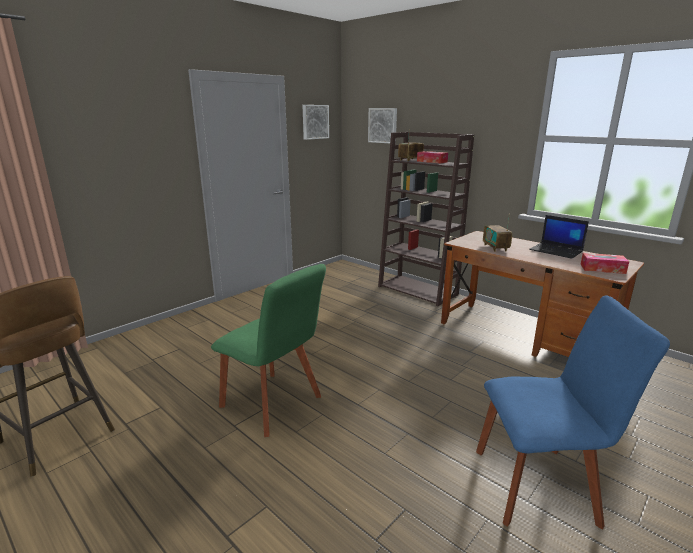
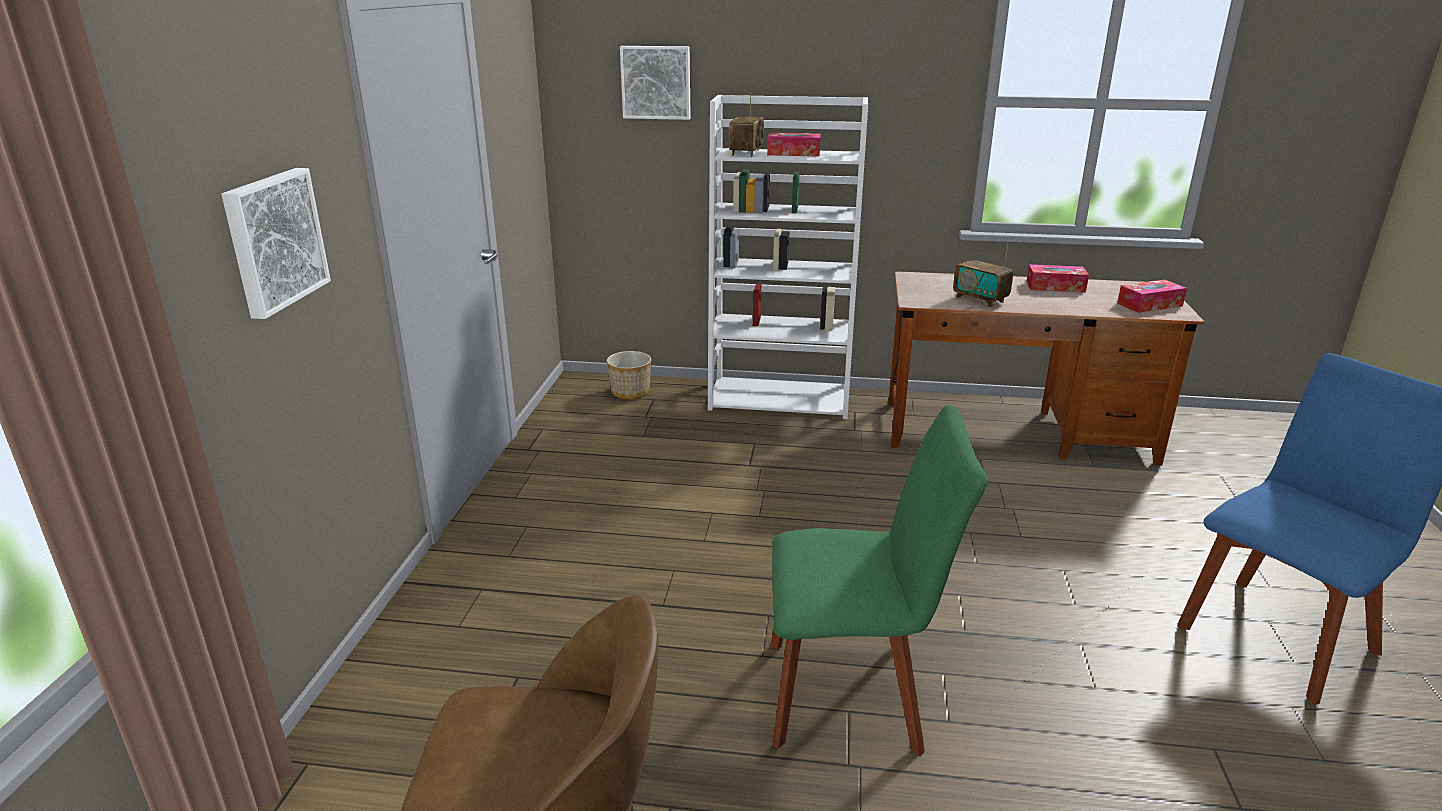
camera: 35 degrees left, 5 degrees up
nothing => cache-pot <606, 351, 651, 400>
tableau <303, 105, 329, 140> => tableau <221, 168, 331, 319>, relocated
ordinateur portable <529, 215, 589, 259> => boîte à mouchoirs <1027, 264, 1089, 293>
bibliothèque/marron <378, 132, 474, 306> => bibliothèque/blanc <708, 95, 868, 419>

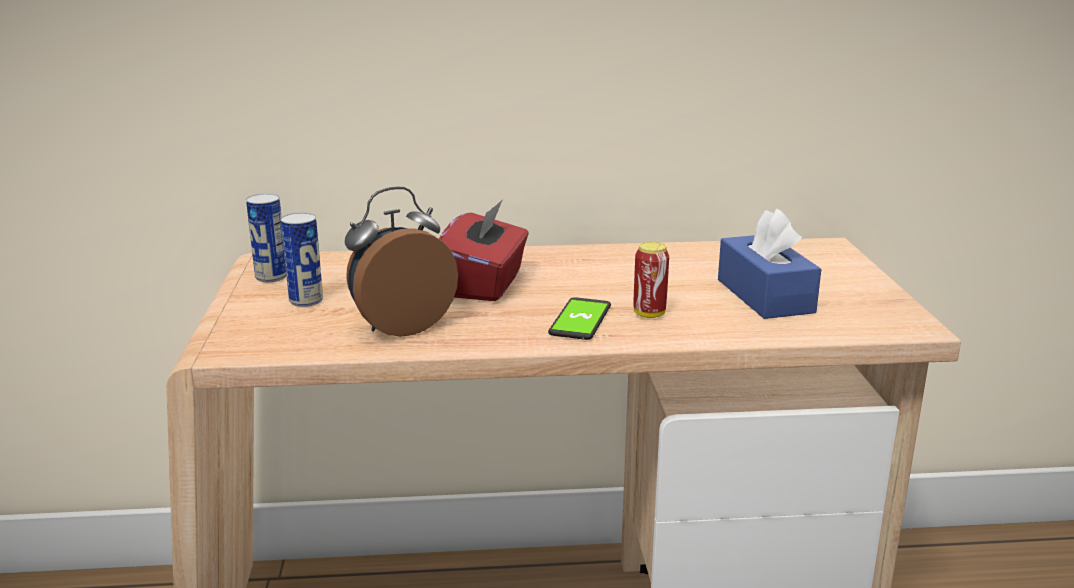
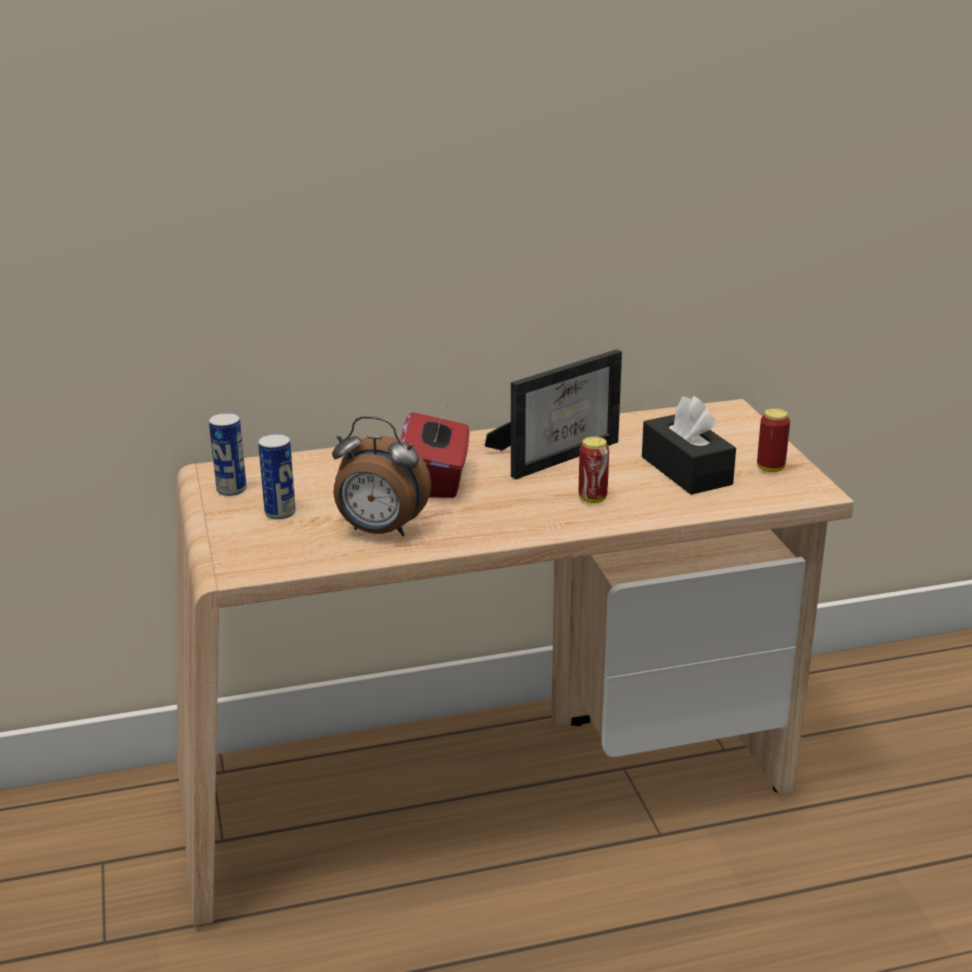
camera: 10 degrees left, 5 degrees up
téléphone <548, 297, 611, 340> => nothing
nothing => cadre photo <485, 349, 622, 479>
nothing => boîte métallique <757, 408, 790, 472>
boîte à mouchoirs/bleu <718, 209, 821, 319> => boîte à mouchoirs/noir <642, 396, 736, 495>
réveil <345, 187, 458, 337> => réveil <332, 416, 431, 536>, 120 degrees counterclockwise

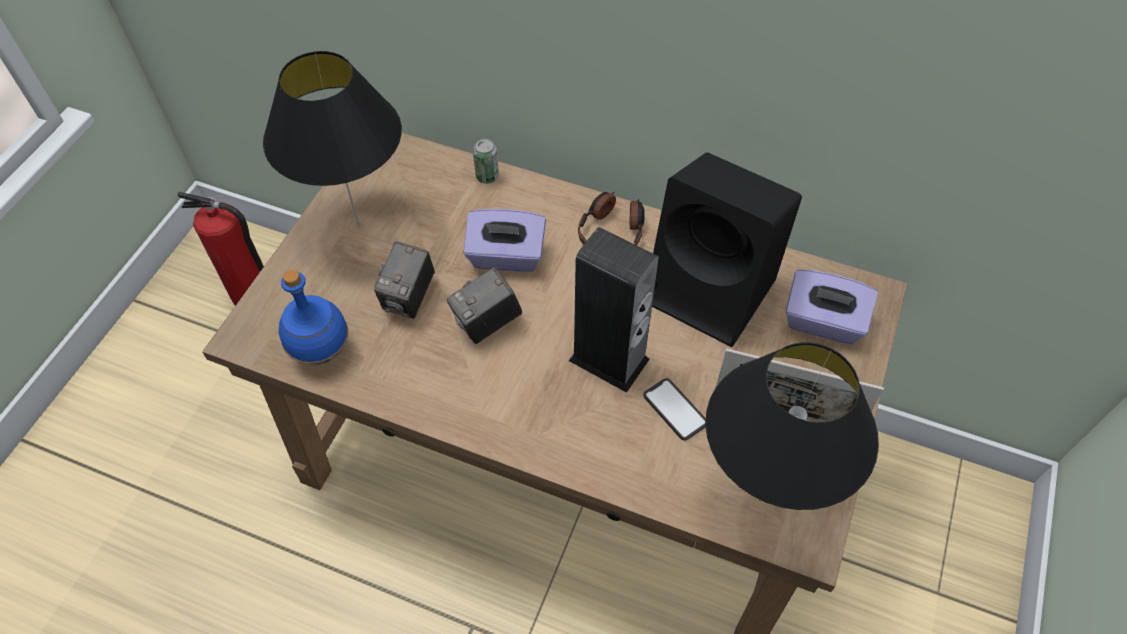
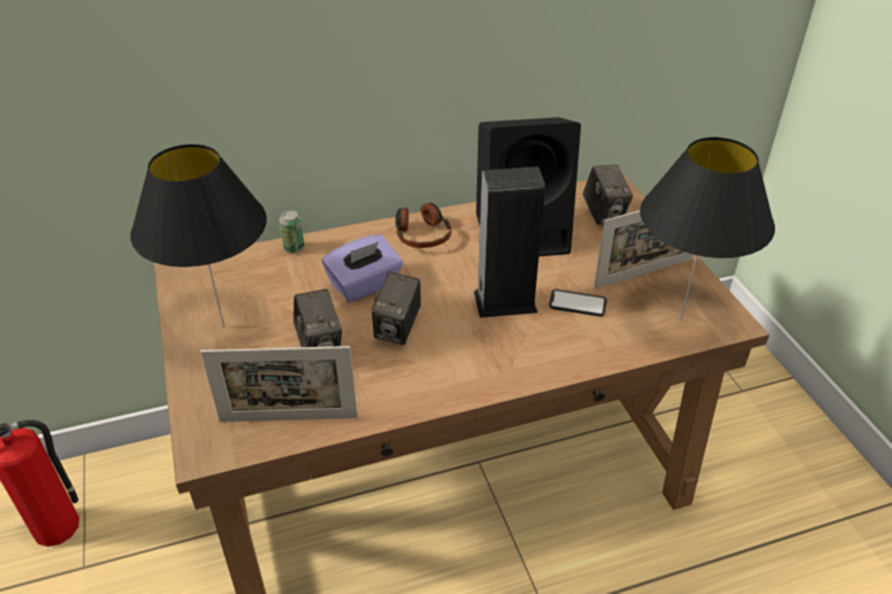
camera: 40 degrees left, 15 degrees down
bouteille/bleu <279, 270, 348, 365> => cadre photo <200, 346, 358, 422>
boîte à mouchoirs/violet <786, 269, 878, 344> => appareil photo <583, 165, 633, 225>

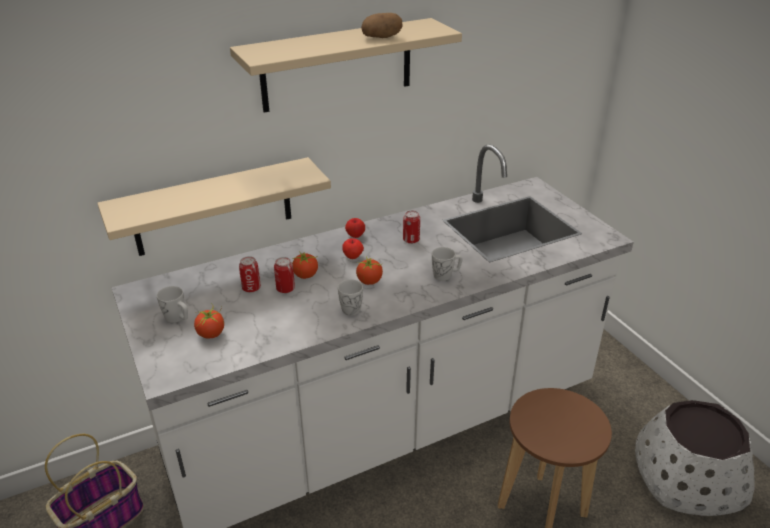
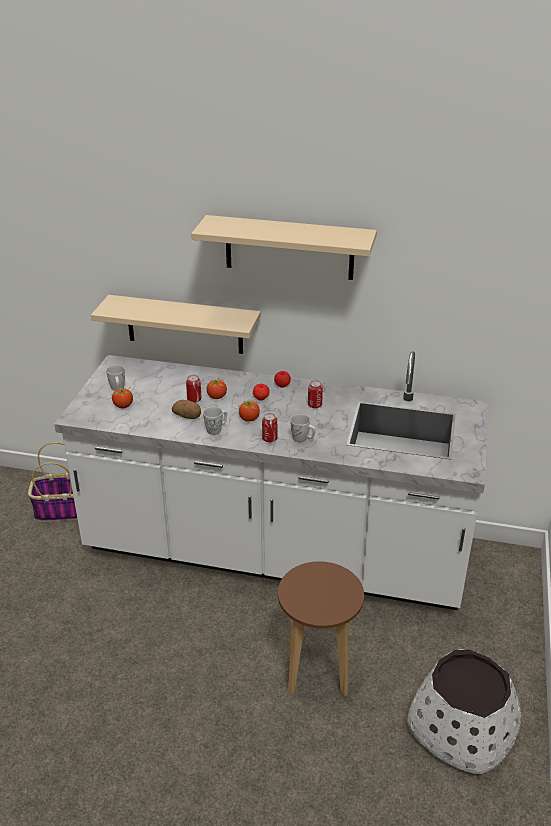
camera: 40 degrees right, 0 degrees up
boîte métallique <239, 256, 261, 293> => boîte métallique <262, 413, 277, 442>, relocated
pomme de terre <361, 13, 402, 38> => pomme de terre <172, 400, 201, 419>, relocated

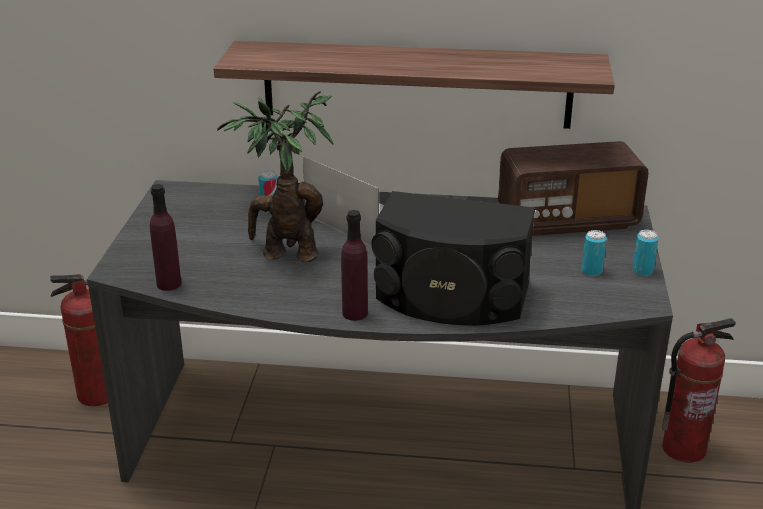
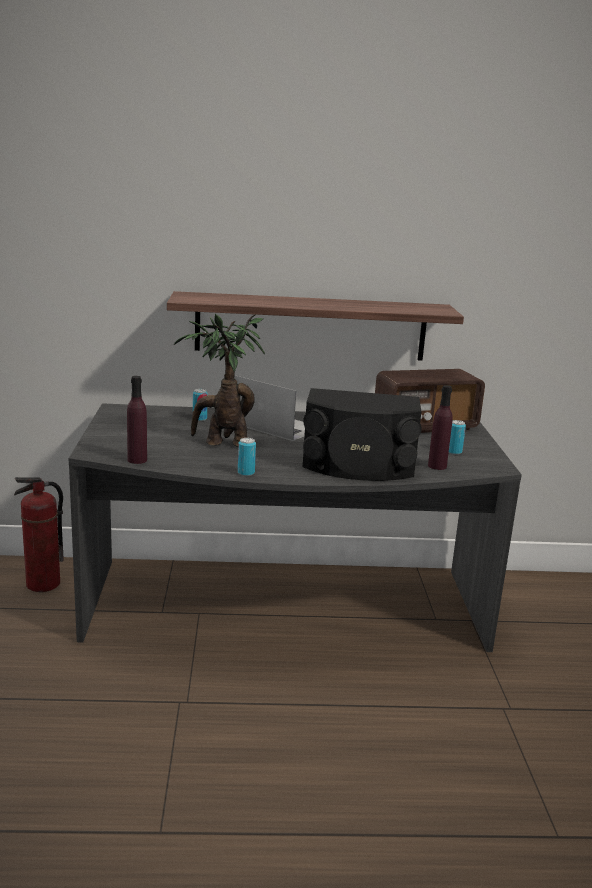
camera: 10 degrees left, 10 degrees down
extincteur <662, 318, 736, 463> => nothing
bouteille/violet <341, 210, 368, 321> => bouteille/violet <428, 385, 453, 470>, relocated
boîte métallique <632, 230, 658, 276> => boîte métallique <238, 438, 256, 476>, relocated

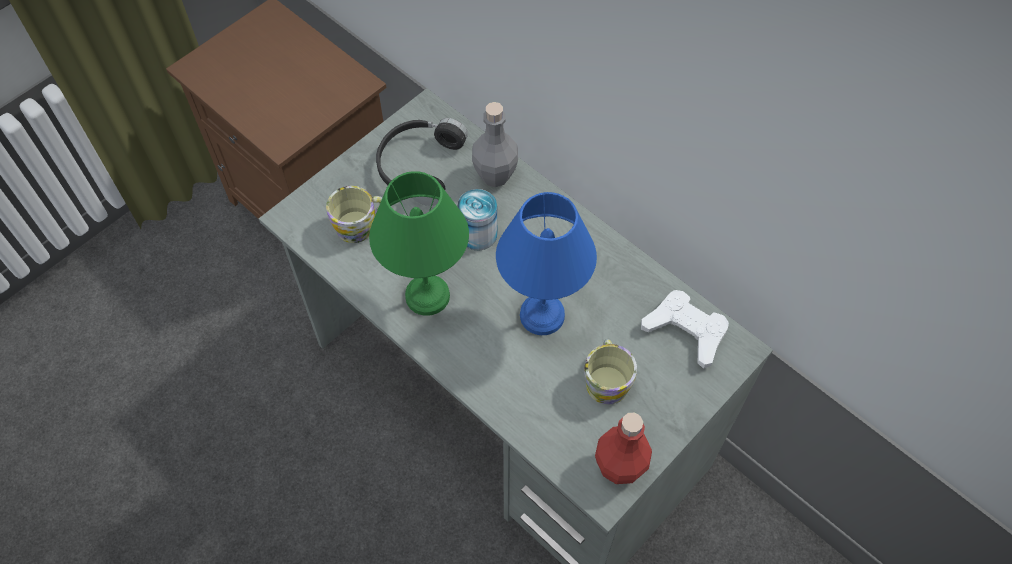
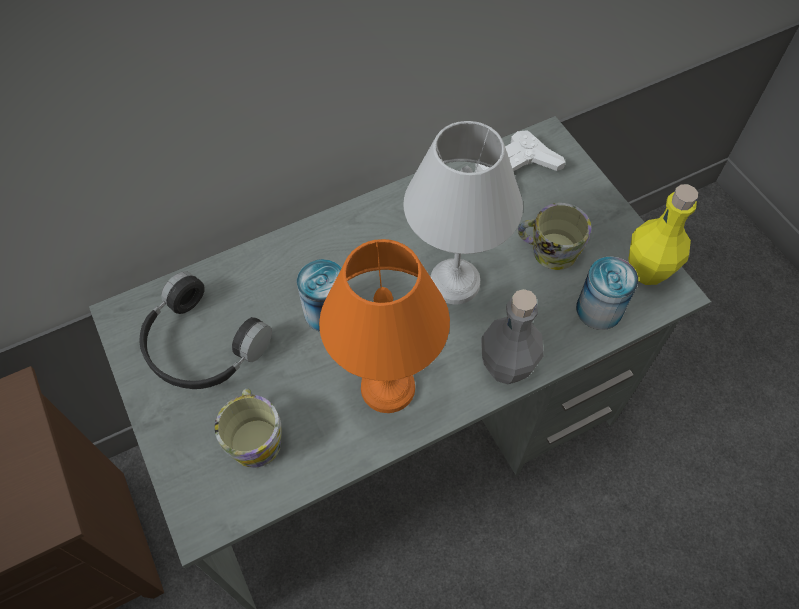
camera: 70 degrees left, 0 degrees up
nothing => boîte métallique <576, 257, 638, 330>
bouteille/gris <472, 102, 518, 187> => bouteille/gris <481, 289, 544, 384>, relocated
lampe de table/vert <369, 171, 469, 316> => lampe de table/orange <319, 239, 450, 413>
lampe de table/bleu <496, 192, 597, 335> => lampe de table/blanc <403, 121, 523, 304>
bouteille/rouge <595, 413, 652, 484> => bouteille/jaune <628, 184, 698, 285>

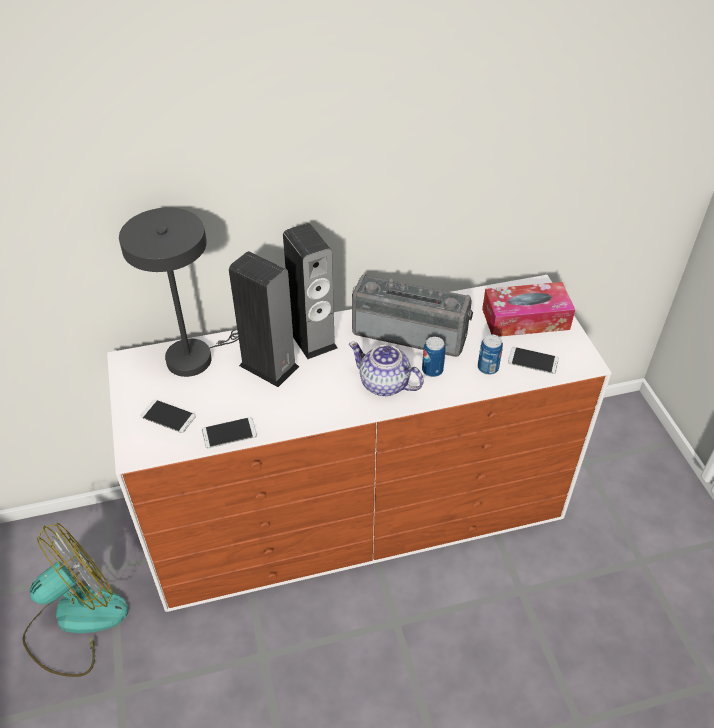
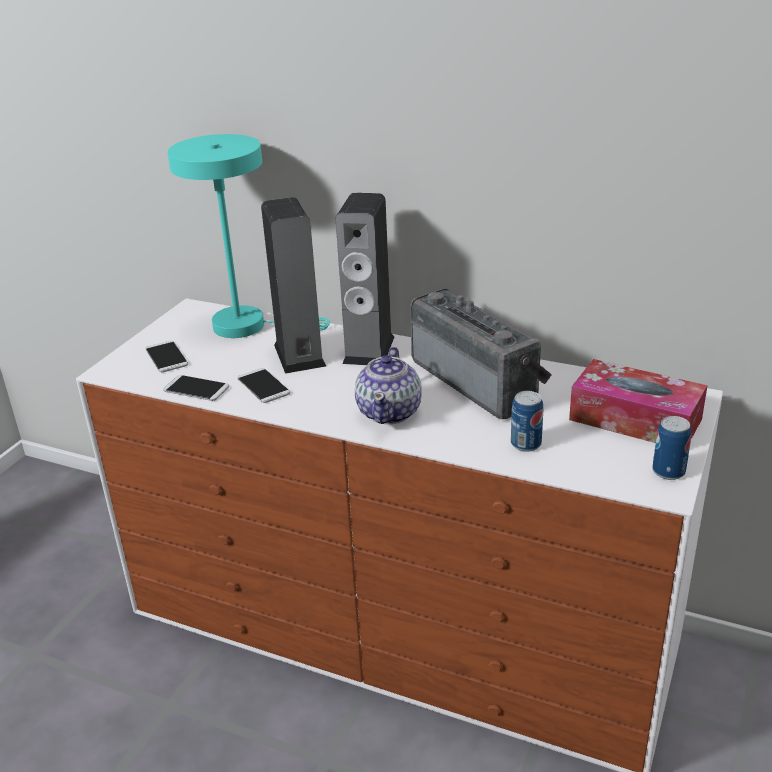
camera: 40 degrees right, 15 degrees down
ventilateur <22, 523, 129, 677> => nothing
boîte métallique <422, 337, 446, 377> => boîte métallique <652, 416, 692, 480>, relocated
téléphone <508, 347, 559, 374> => téléphone <237, 368, 290, 403>, relocated
lampe de table/gris <119, 208, 239, 377> => lampe de table/turquoise <167, 134, 330, 338>
théière <349, 342, 424, 396> => théière <355, 347, 421, 424>, 150 degrees counterclockwise

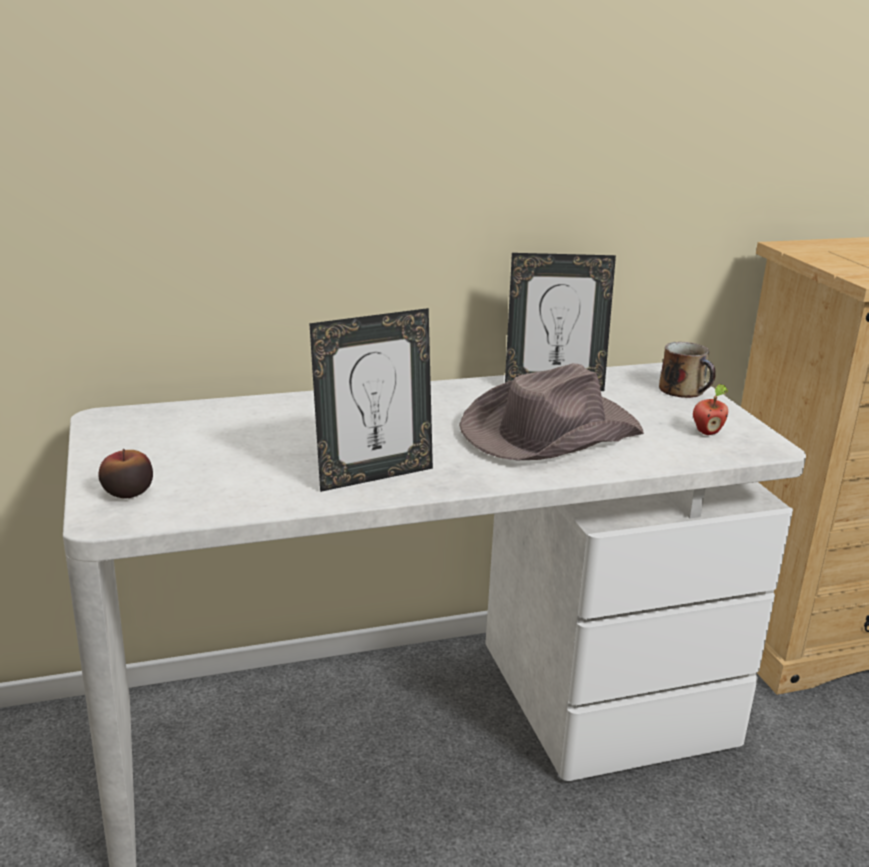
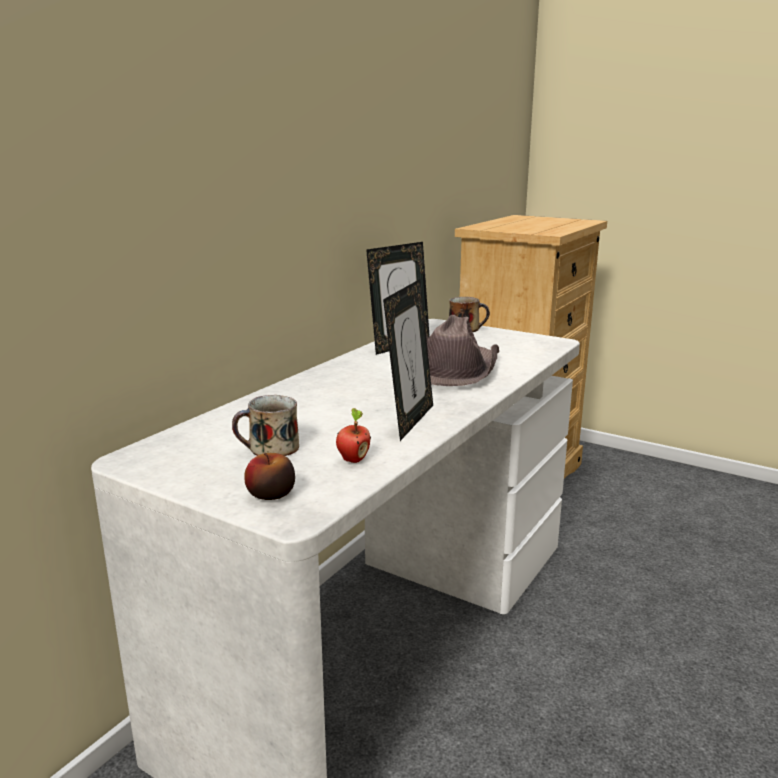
camera: 40 degrees left, 5 degrees down
nothing => mug <232, 395, 299, 456>
pomme <693, 384, 728, 435> => pomme <336, 408, 371, 463>, relocated

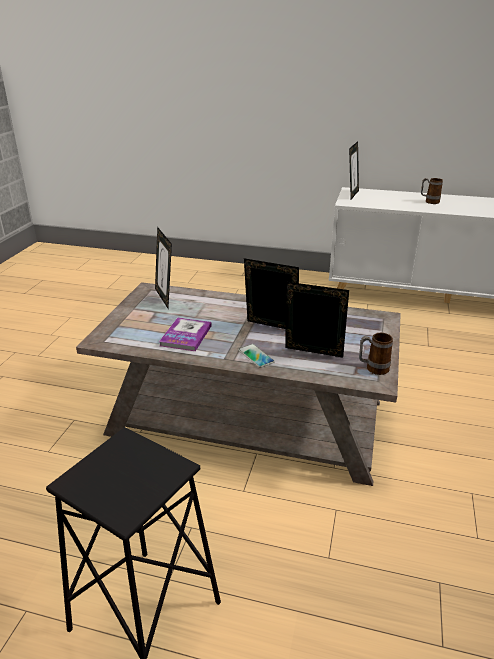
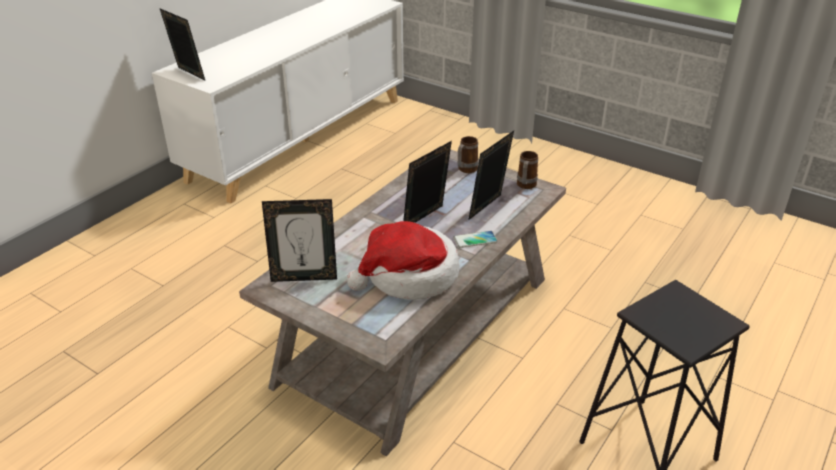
camera: 70 degrees left, 5 degrees up
mug <421, 178, 443, 204> => mug <458, 136, 478, 173>, relocated
livre <159, 317, 212, 351> => chapeau <347, 221, 460, 300>

